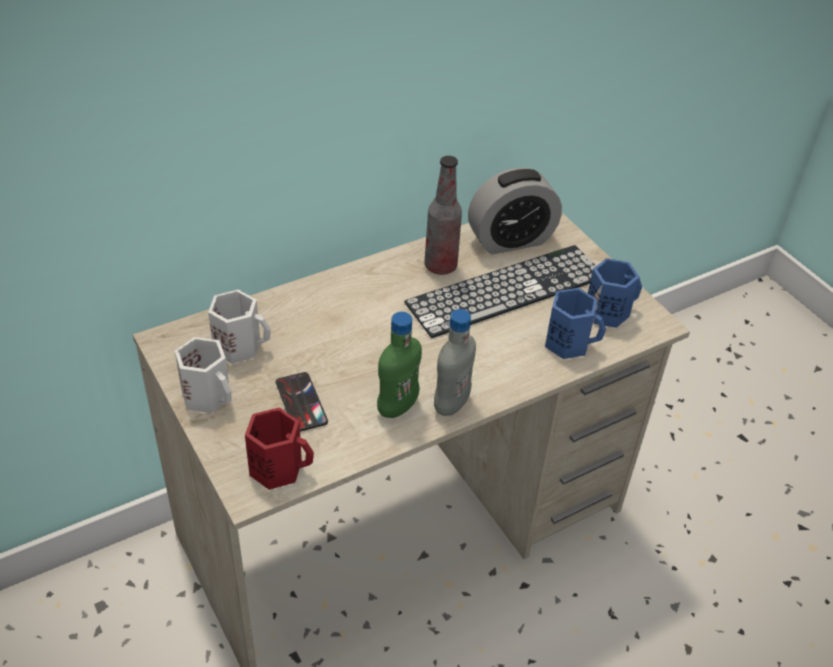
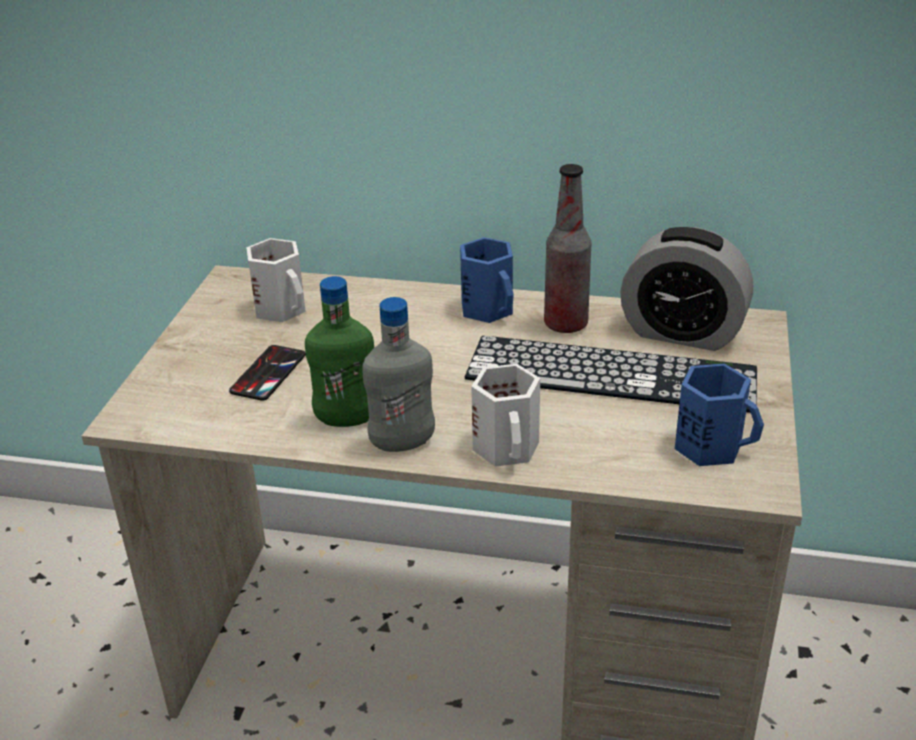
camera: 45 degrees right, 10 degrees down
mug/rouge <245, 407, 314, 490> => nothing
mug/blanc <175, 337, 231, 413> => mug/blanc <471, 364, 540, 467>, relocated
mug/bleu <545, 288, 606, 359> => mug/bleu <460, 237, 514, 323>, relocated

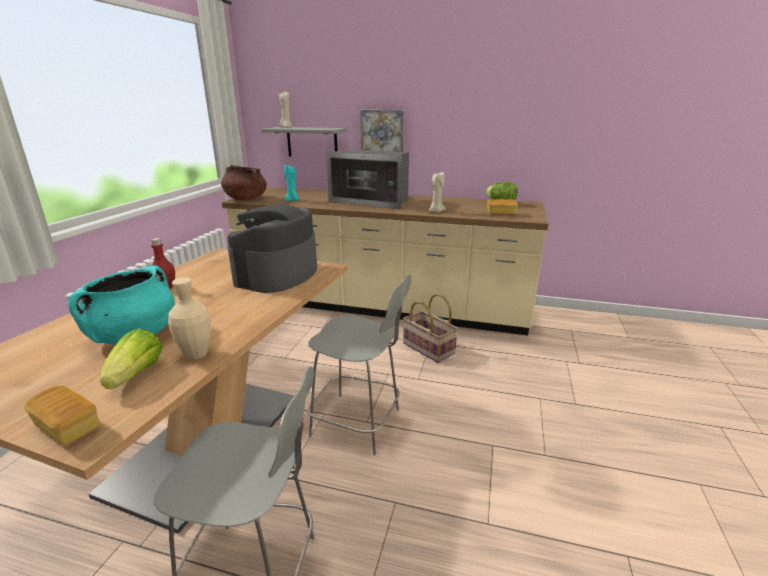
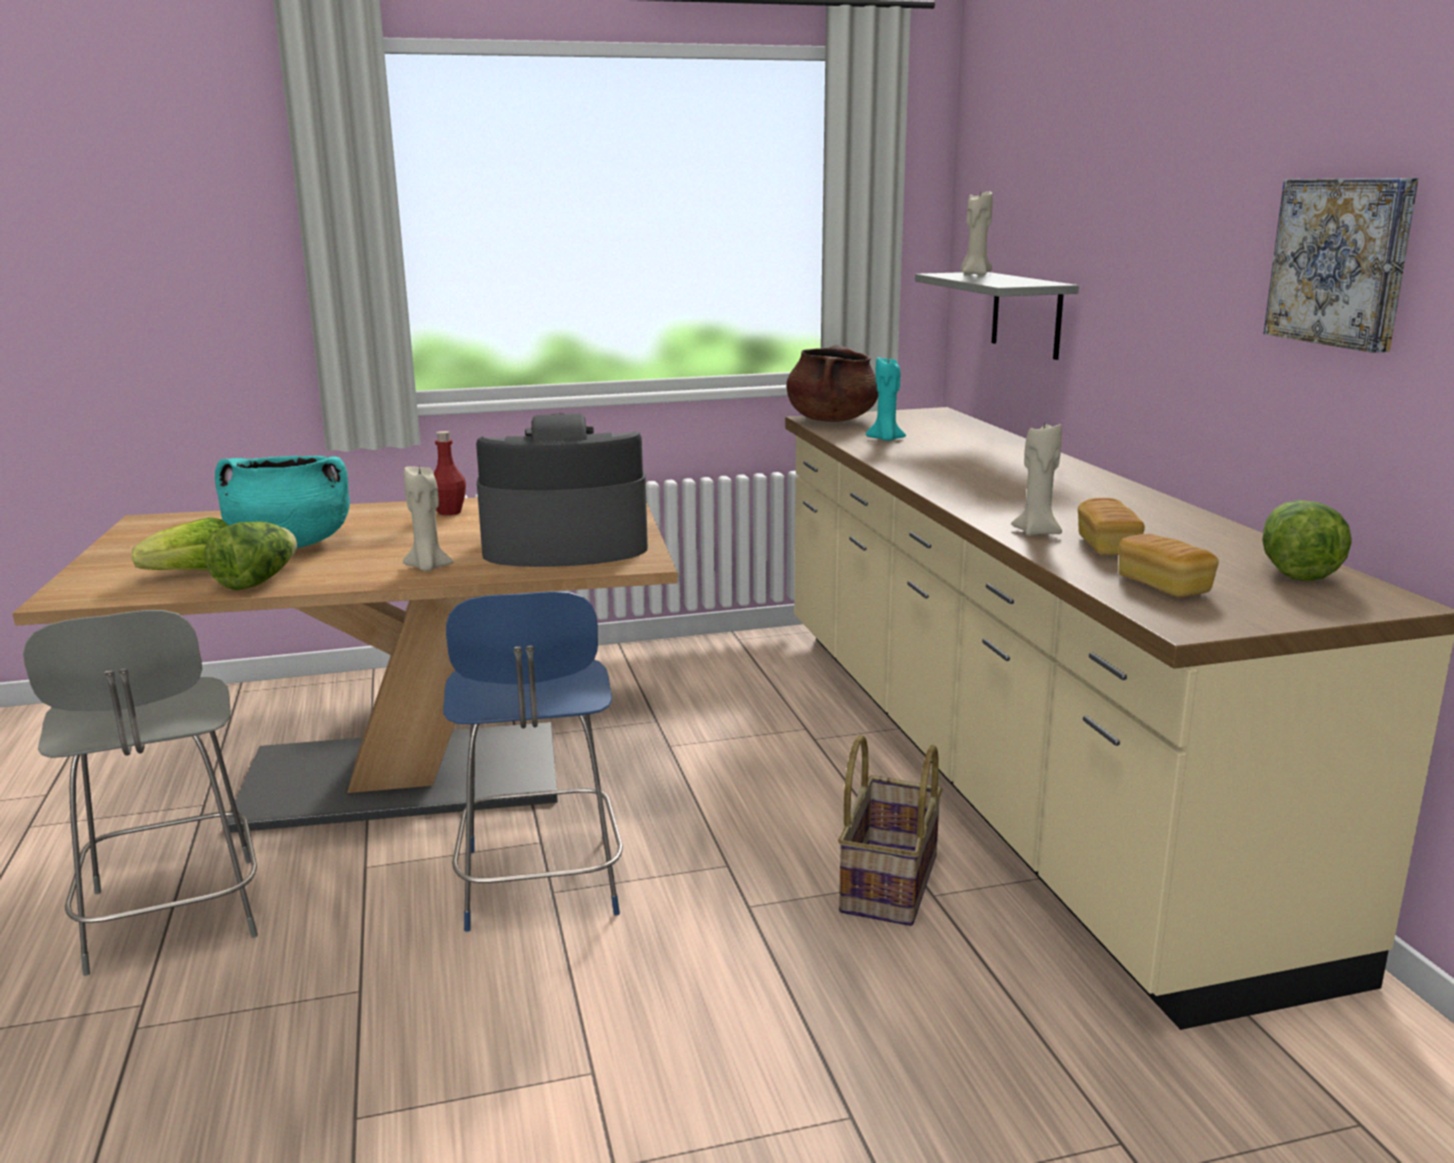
camera: 60 degrees right, 5 degrees down
micro-ondes <326, 150, 409, 210> => nothing
nothing => bougie/beige <403, 466, 454, 571>
pain <24, 386, 99, 446> => pain <1078, 498, 1145, 555>, relocated
tableau <360, 110, 404, 152> => tableau <1263, 178, 1418, 353>, relocated
vase/beige <168, 277, 211, 360> => laitue <204, 521, 297, 591>
chaise/gris <308, 274, 411, 455> => chaise/bleu <443, 591, 623, 932>

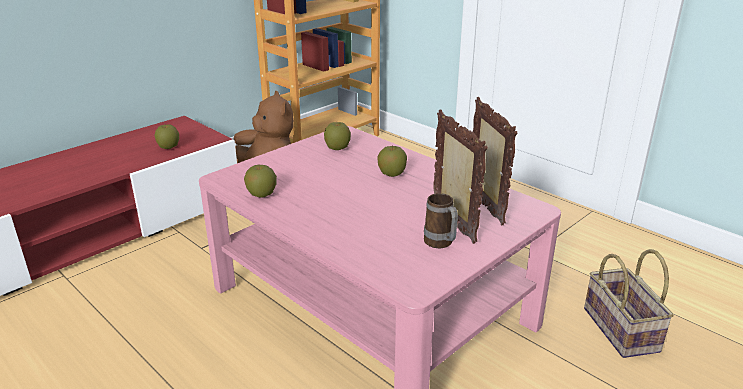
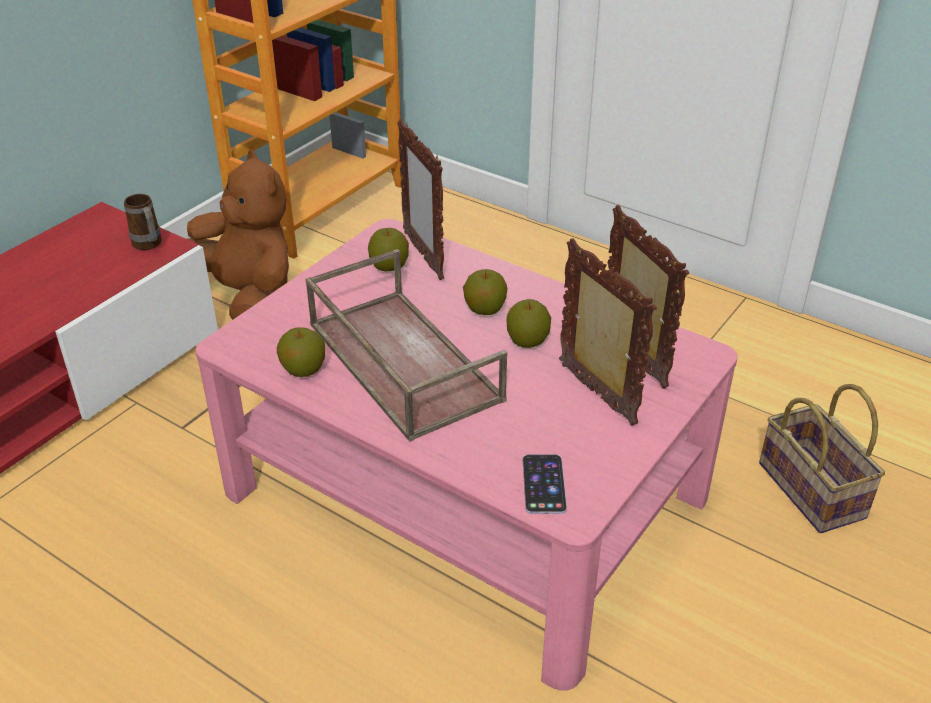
camera: 10 degrees left, 10 degrees up
nothing => plateau/marron <305, 249, 507, 442>
nothing => cadre photo <397, 119, 444, 280>
nothing => téléphone <523, 455, 567, 514>
pomme <154, 124, 179, 149> => pomme <506, 299, 551, 348>, relocated
mug <424, 193, 458, 248> => mug <124, 194, 162, 250>, relocated

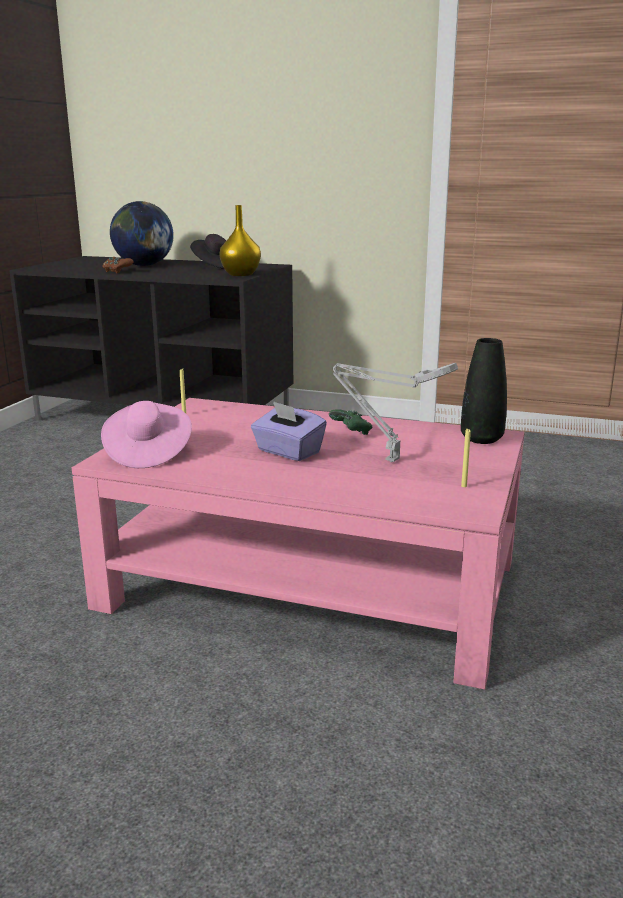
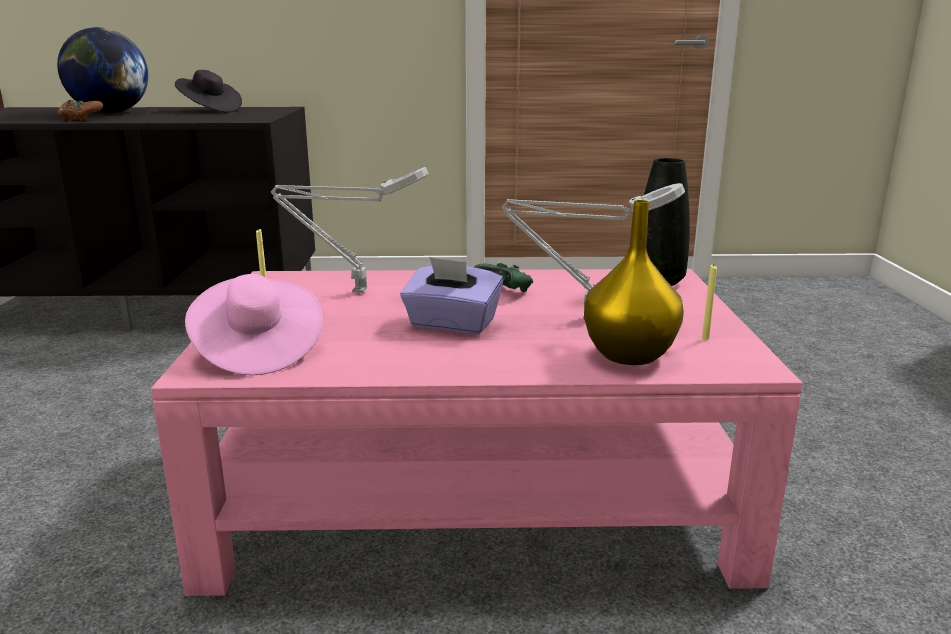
camera: 20 degrees left, 0 degrees up
nothing => lampe de table/gris <271, 167, 428, 294>
vase/jaune <219, 205, 261, 276> => vase/jaune <584, 200, 684, 365>, relocated

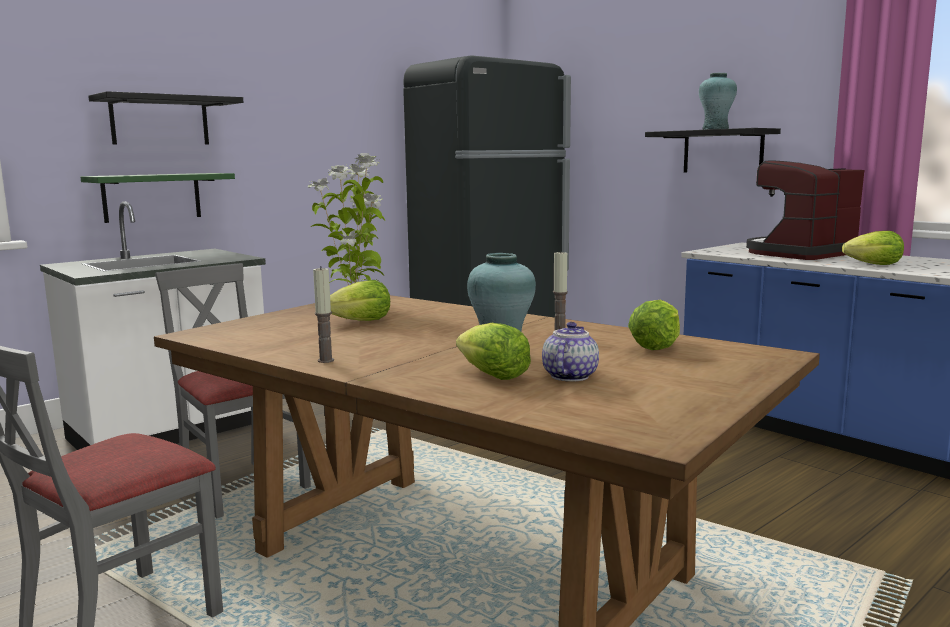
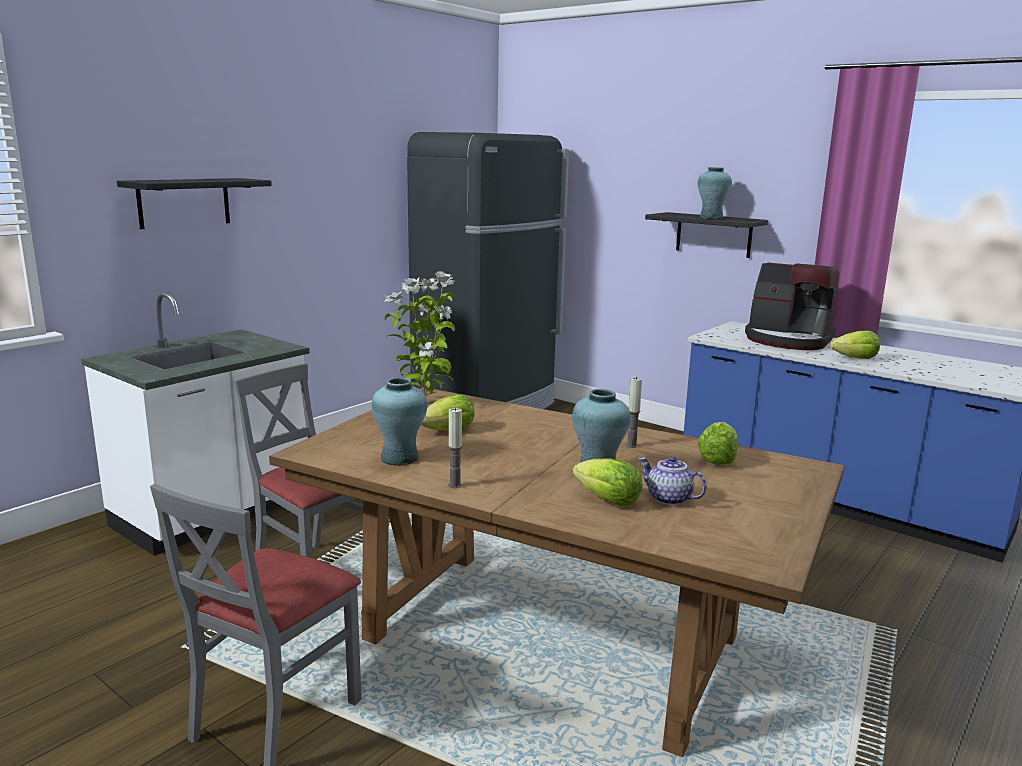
camera: 10 degrees left, 5 degrees up
étagère/vert <80, 173, 235, 223> => nothing
nothing => vase/turquoise <371, 377, 427, 466>
théière <542, 322, 599, 382> => théière <638, 456, 707, 505>, 60 degrees counterclockwise
machine à café <746, 160, 864, 260> => machine à café <745, 263, 839, 350>, 105 degrees counterclockwise

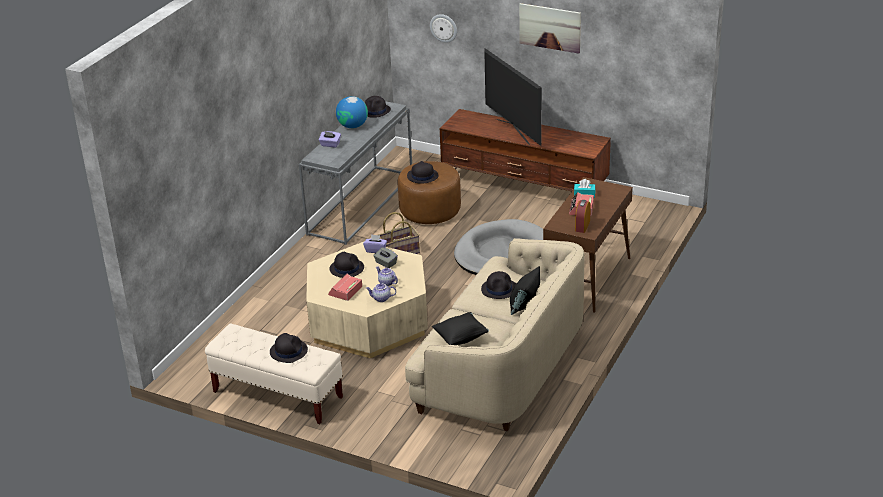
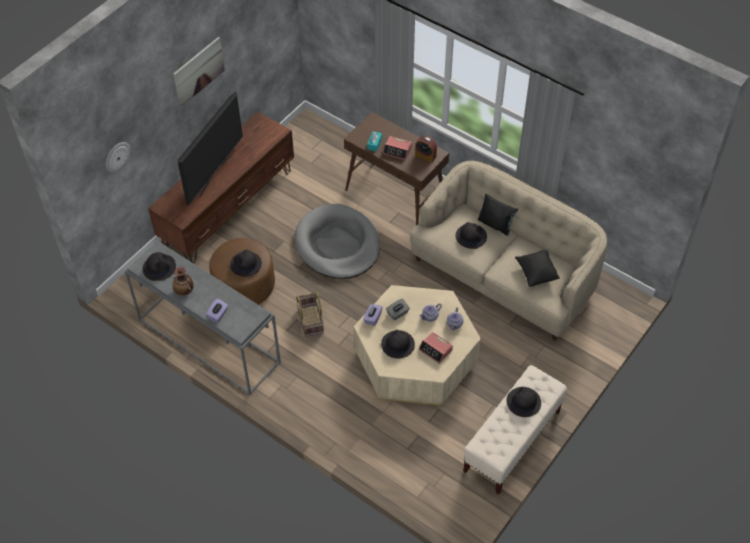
camera: 80 degrees left, 20 degrees up
globe <336, 96, 368, 128> => vase <173, 267, 193, 296>
téléviseur <484, 48, 542, 146> => téléviseur <178, 92, 243, 206>, 45 degrees counterclockwise

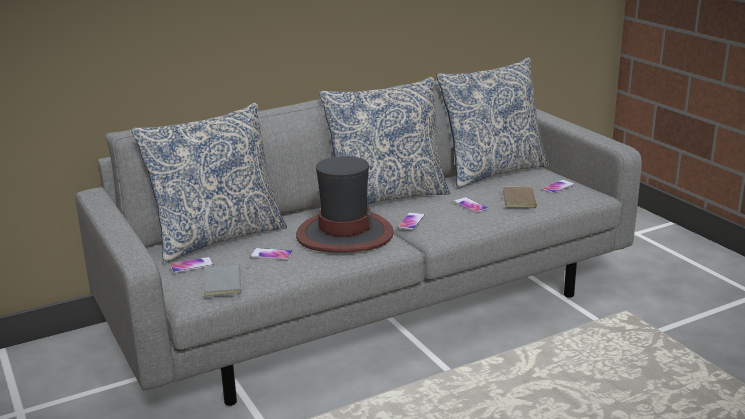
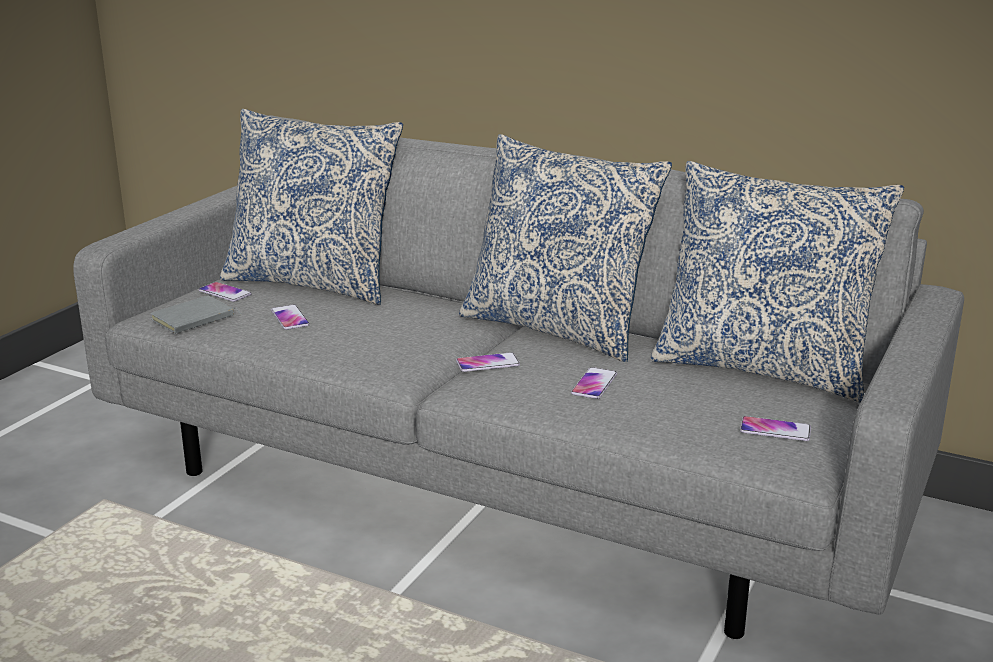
camera: 55 degrees right, 0 degrees up
chapeau <296, 156, 394, 252> => nothing
livre/marron <503, 186, 540, 209> => nothing

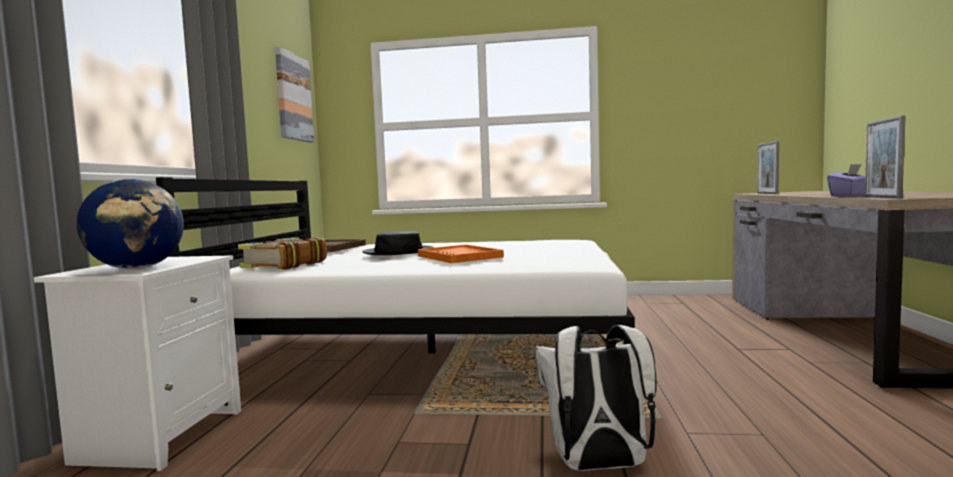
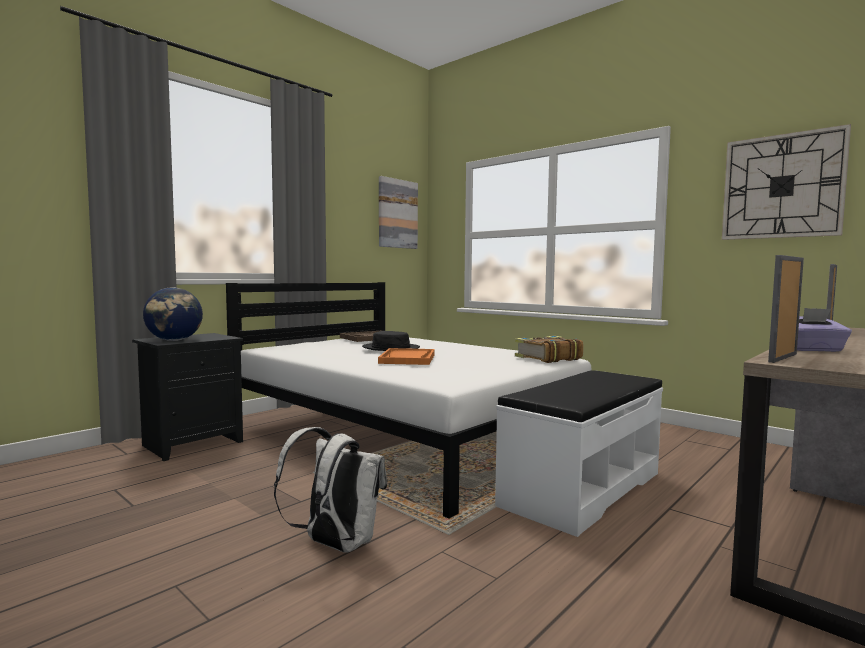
camera: 35 degrees right, 0 degrees up
nothing => banc/blanc <495, 370, 663, 537>
nothing => horloge murale <722, 124, 851, 240>
livre <238, 237, 327, 270> => livre <515, 336, 584, 363>, relocated
table de chevet/blanc <34, 255, 241, 471> => table de chevet/noir <132, 333, 243, 461>

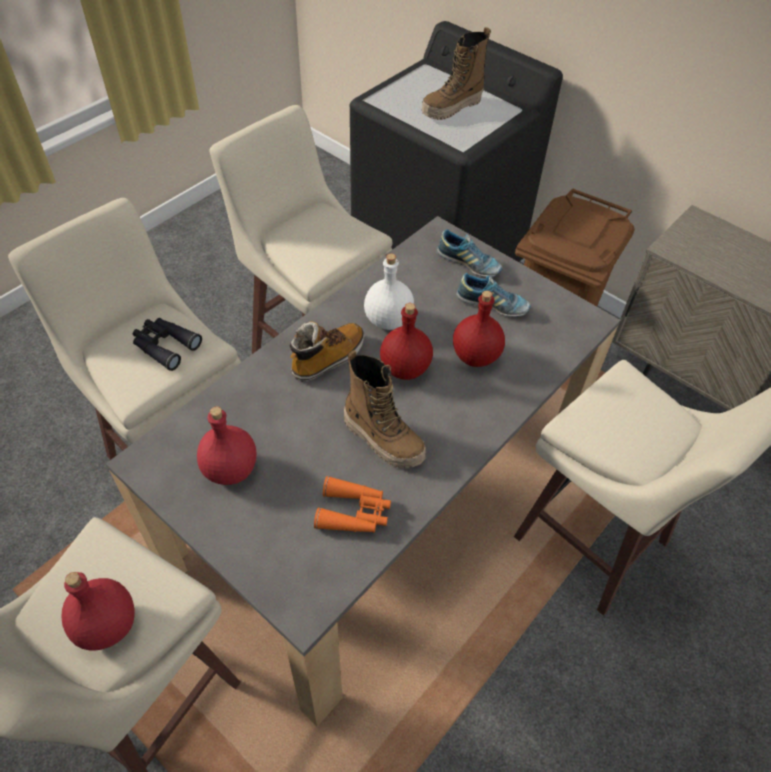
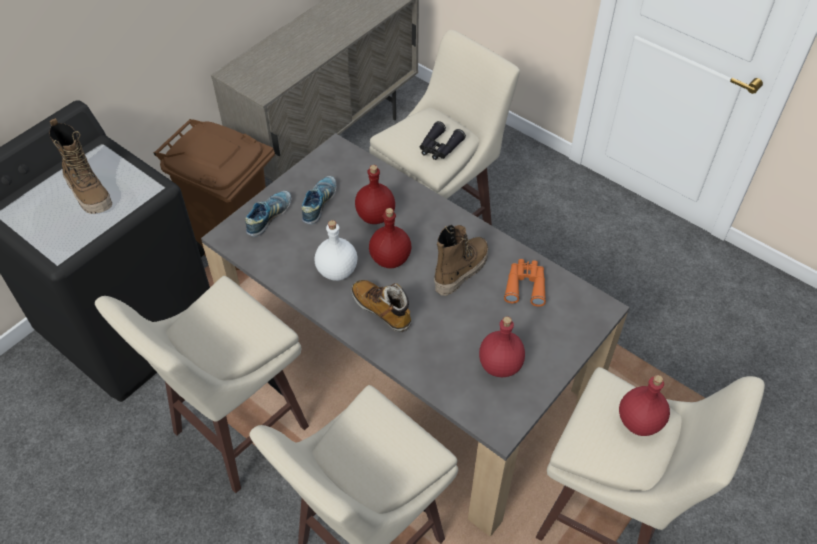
camera: 90 degrees left, 0 degrees up
jumelles/noir <133, 318, 202, 371> => jumelles/noir <420, 121, 466, 160>, relocated

